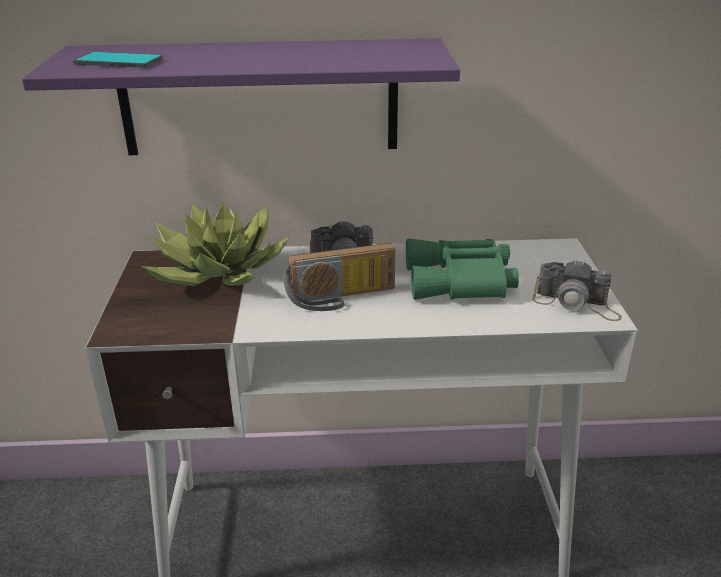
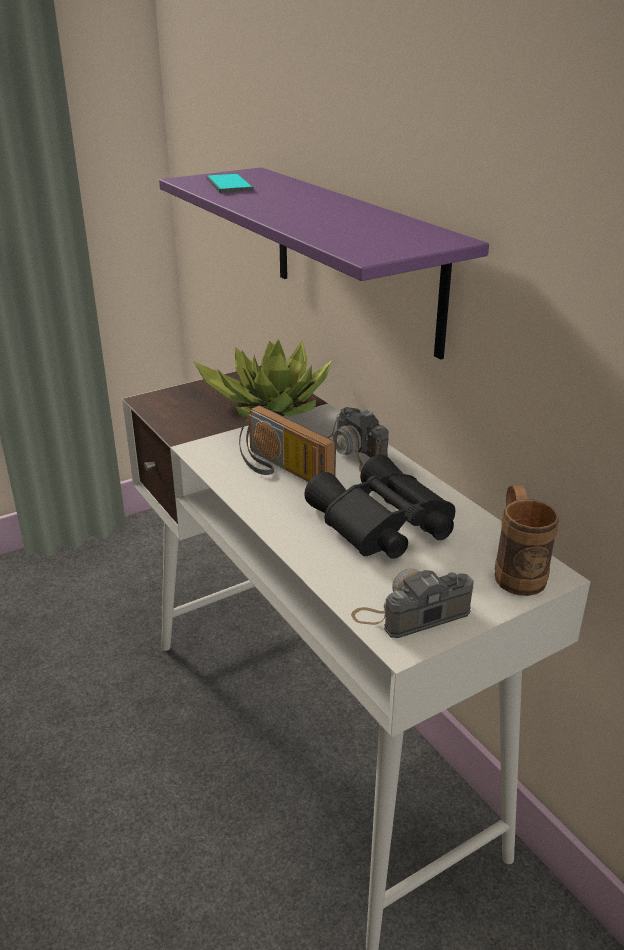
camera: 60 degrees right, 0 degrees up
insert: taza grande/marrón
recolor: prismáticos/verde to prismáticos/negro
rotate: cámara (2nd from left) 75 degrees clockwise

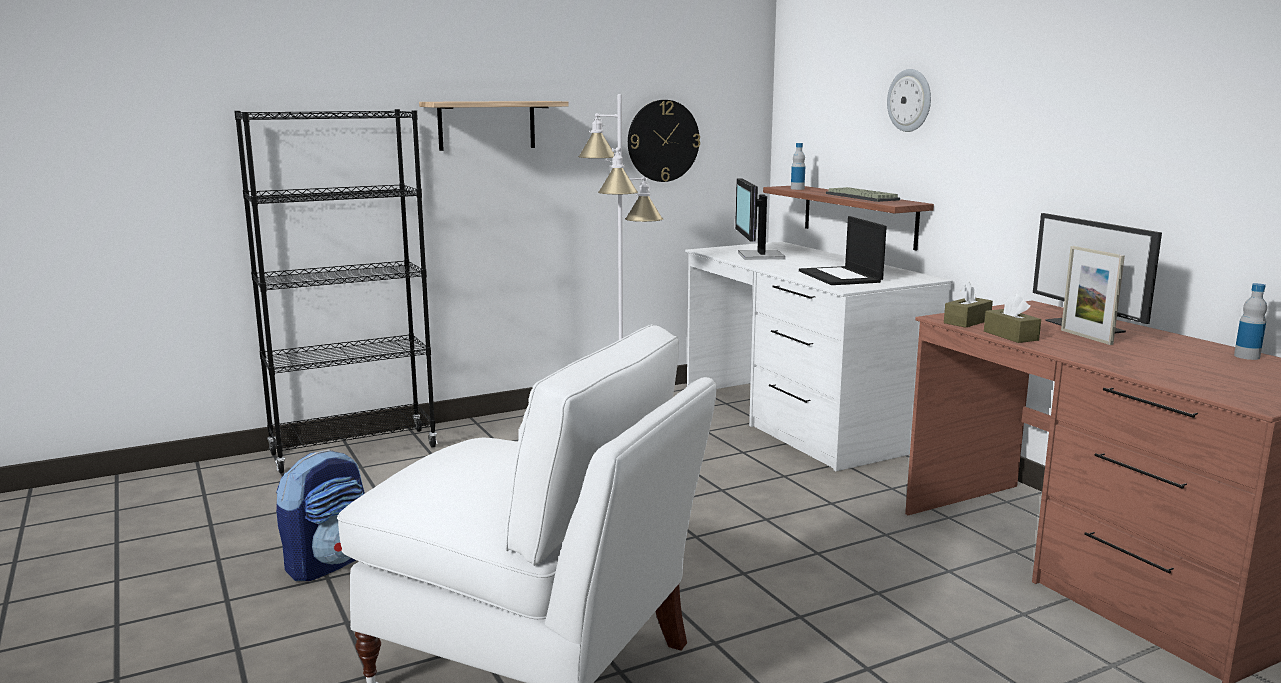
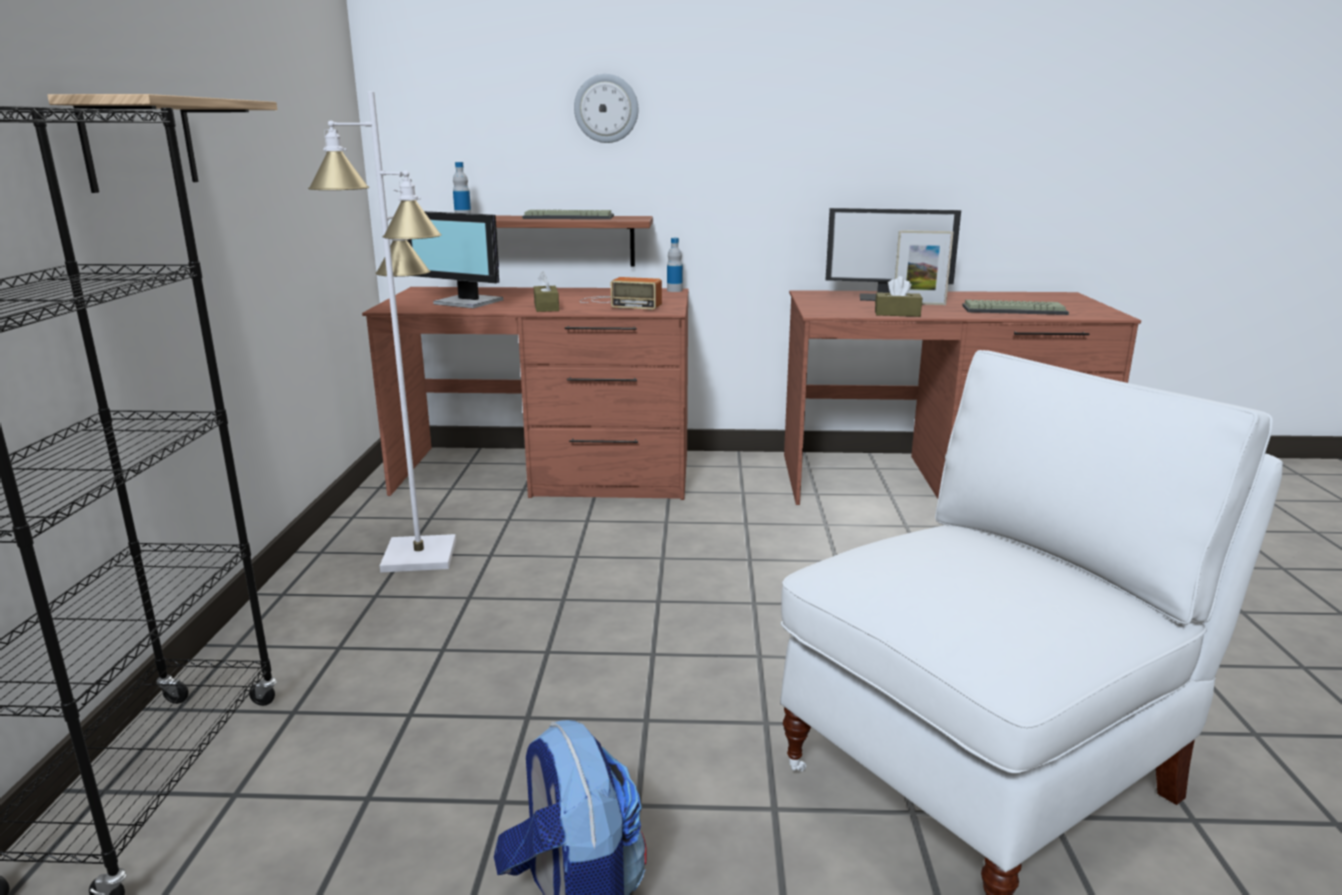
camera: 60 degrees left, 5 degrees up
delete: reloj de pared (1st from left)
insert: teclado (2nd from left)
move: caja de pañuelos/marrón (1st from left); botella (2nd from left)
replace: portátil to radio
recolor: escritorio/blanco to escritorio/marrón (1st from left)

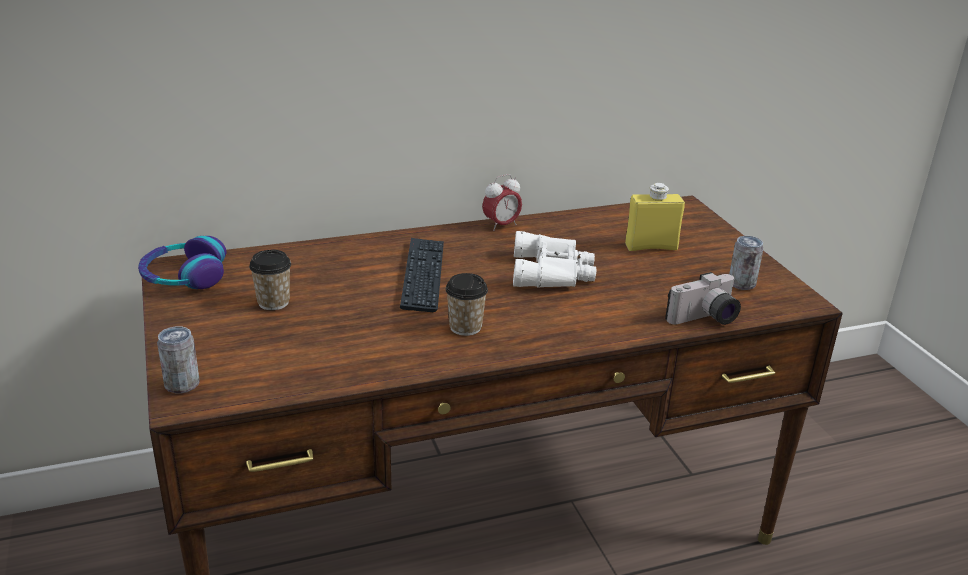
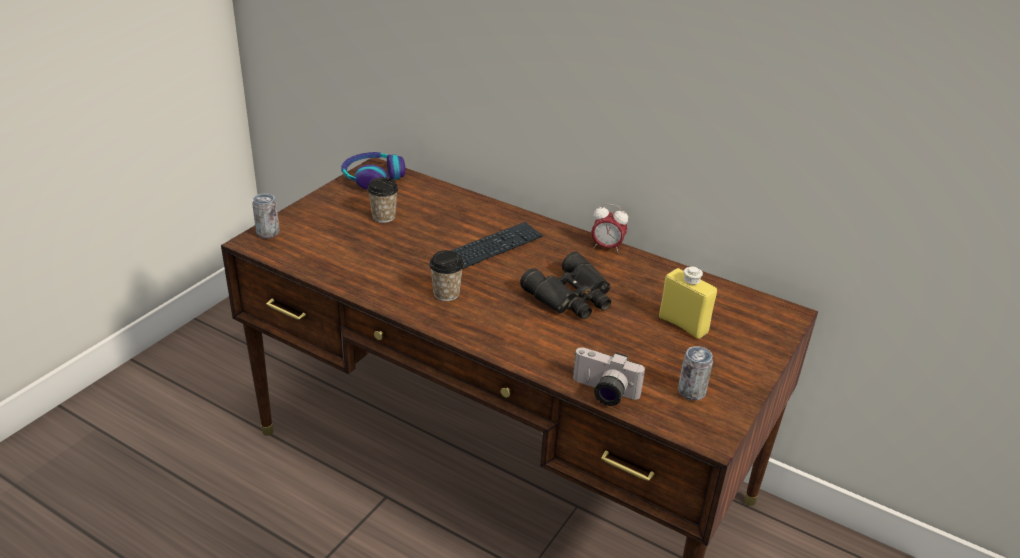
camera: 50 degrees right, 5 degrees up
recolor: prismáticos/blanco to prismáticos/negro

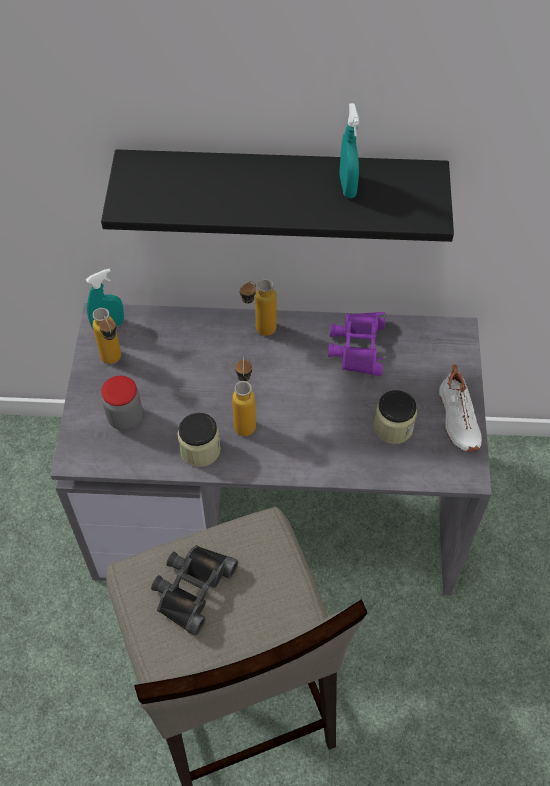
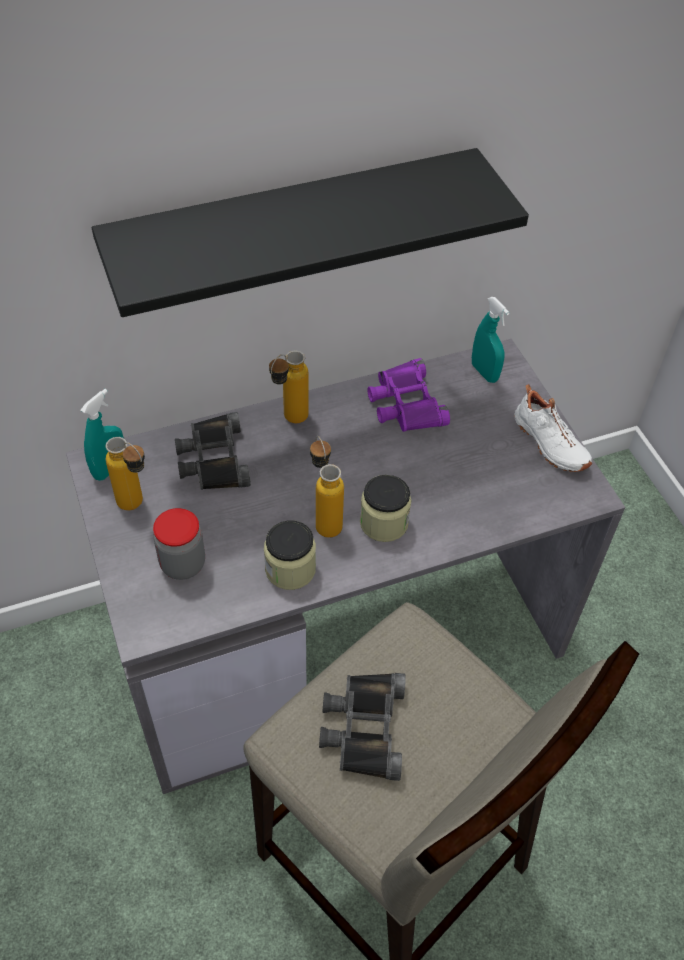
camera: 25 degrees left, 5 degrees down
insert: prismáticos/negro (1st from left)
move: pulverizador/turquesa (2nd from left); tarro (3rd from left)

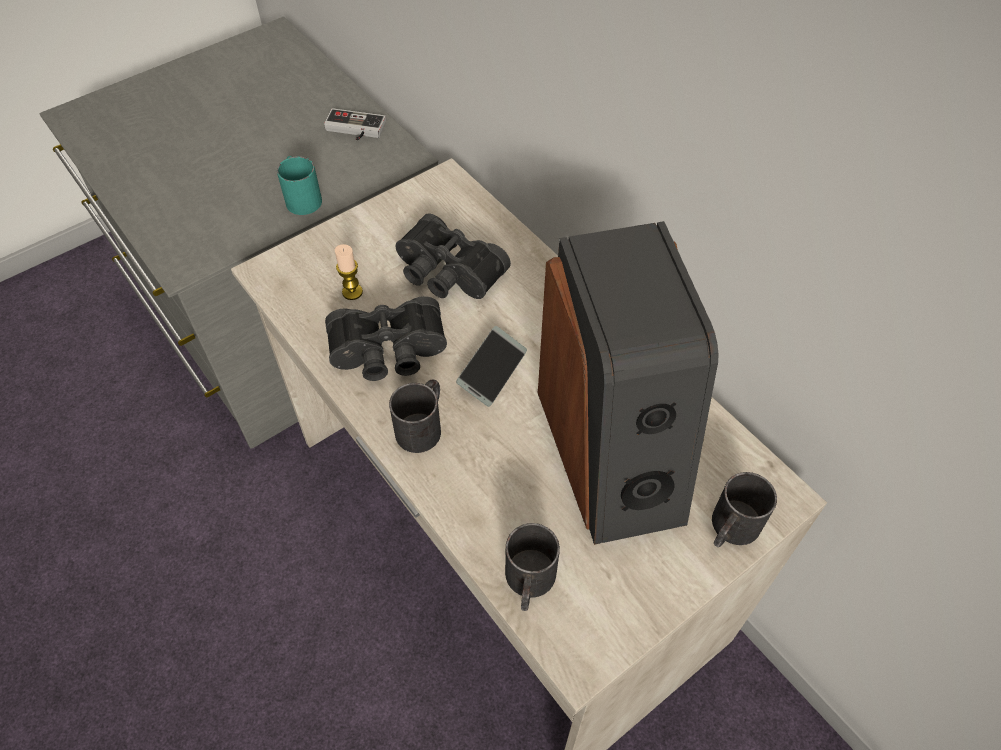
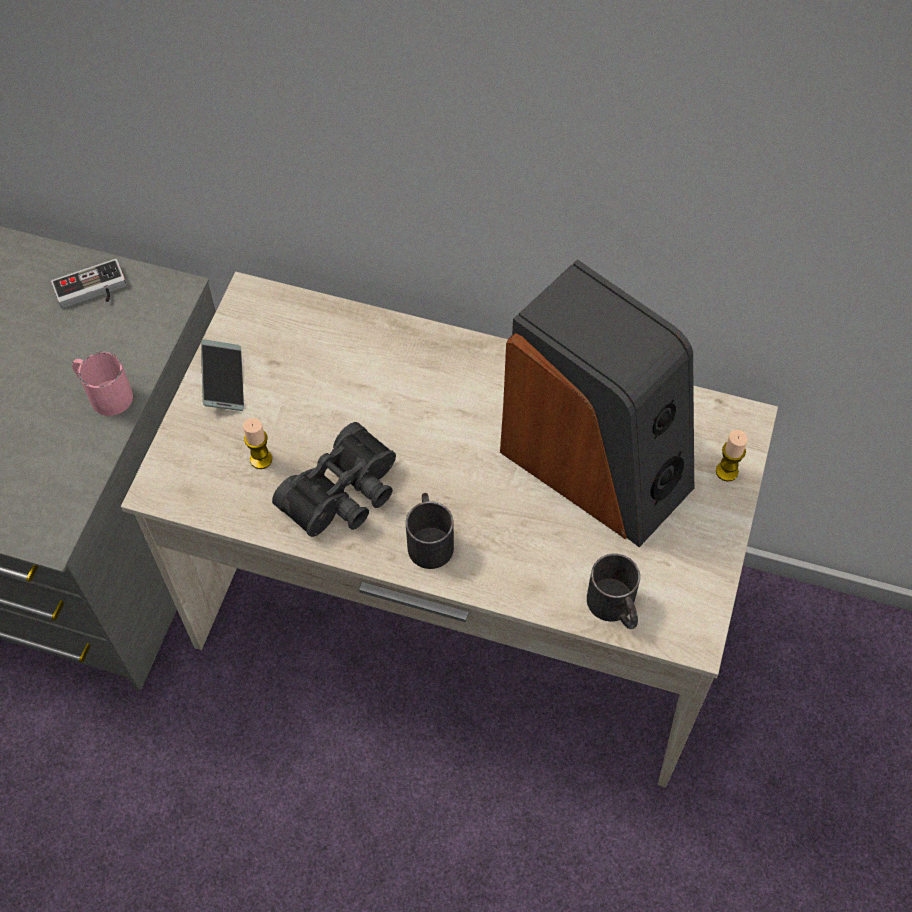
camera: 35 degrees left, 5 degrees up
delete: prismáticos/negro (2nd from left)
move: móvil
replace: taza grande/negro (3rd from left) to vela (2nd from left)
recolor: taza grande/turquesa to taza grande/rosa

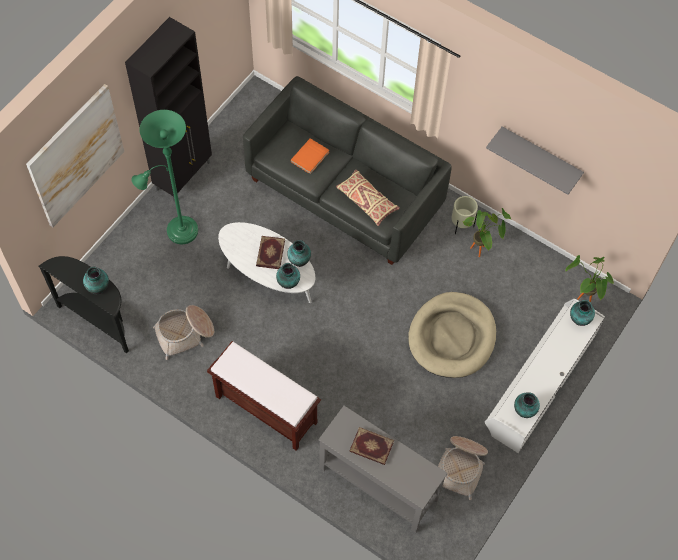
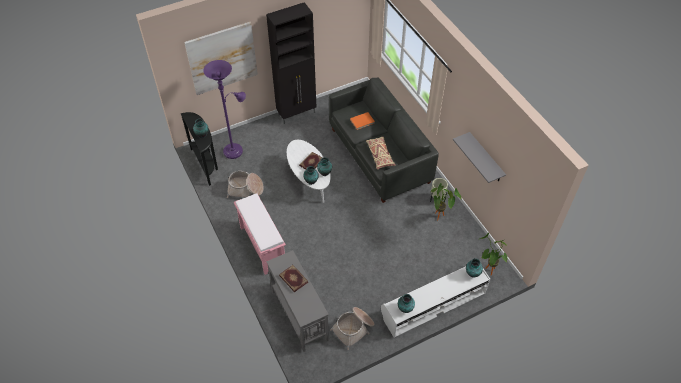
camera: 30 degrees right, 10 degrees down
delete: lámpara de pie/verde; cama para perro/beis
insert: lámpara de pie/morado
recolor: banco/marrón to banco/rosa

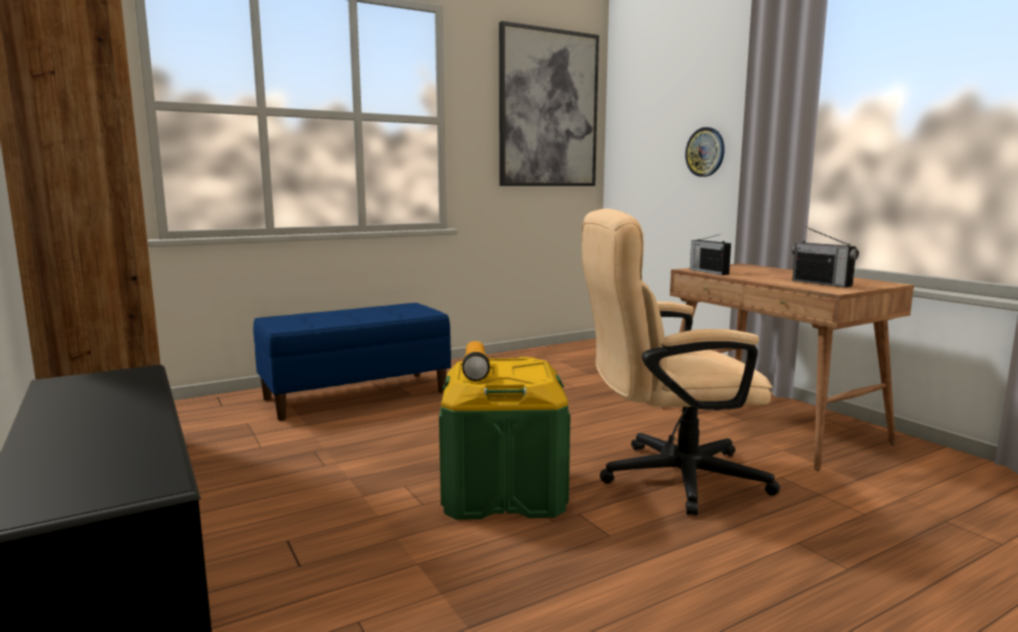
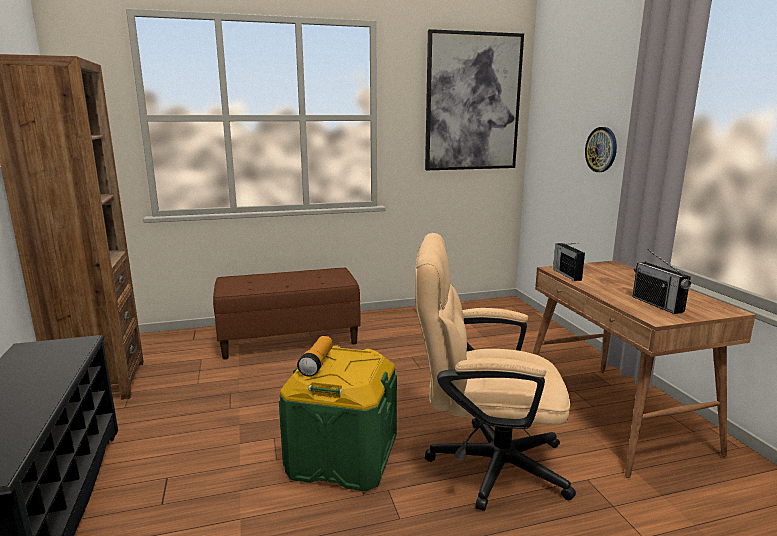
camera: 15 degrees right, 5 degrees up
recolor: banco/azul to banco/marrón

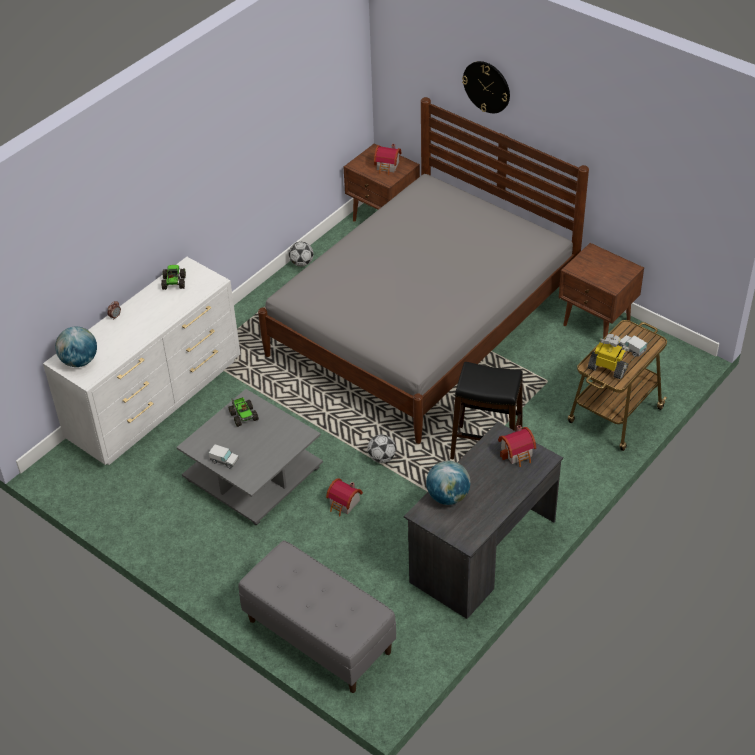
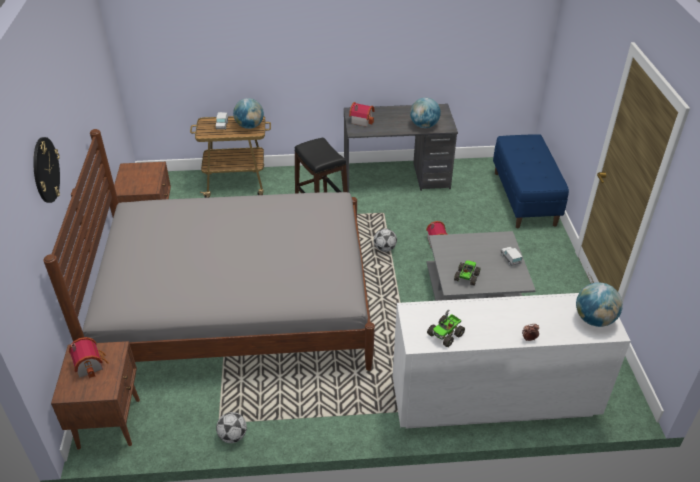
camera: 135 degrees left, 5 degrees down
replace: robot de juguete to globo terráqueo (1st from left)
recolor: banco/gris to banco/azul

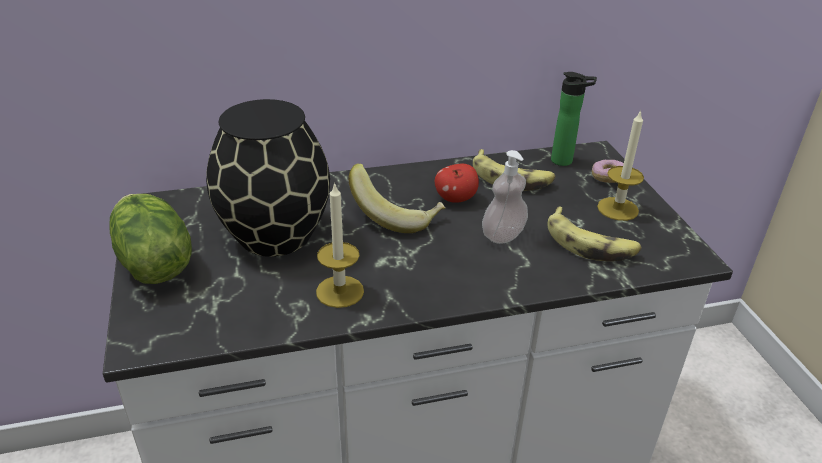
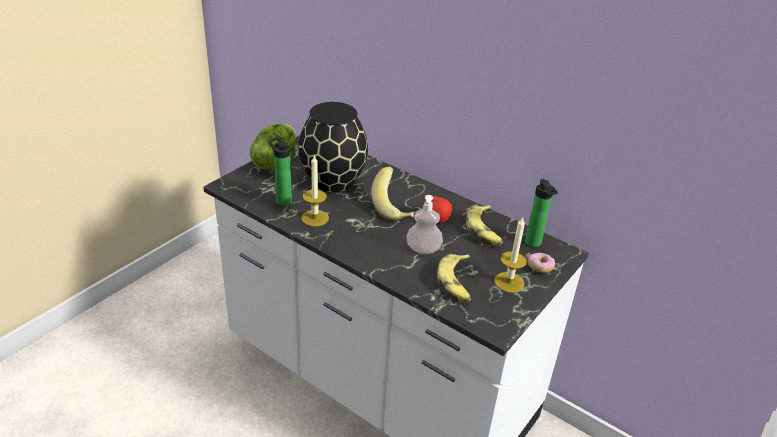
camera: 50 degrees right, 0 degrees up
insert: botella (1st from left)

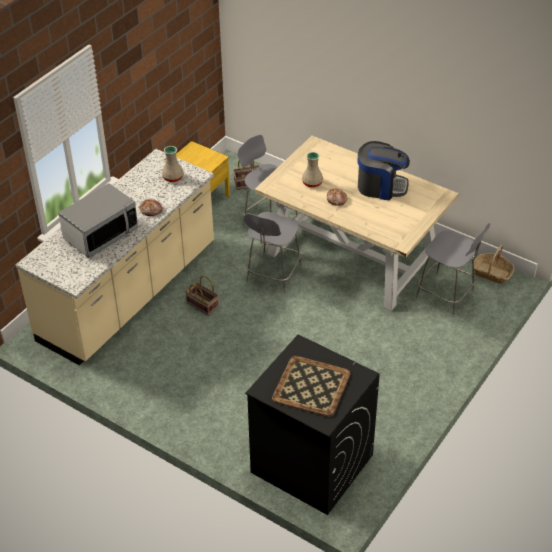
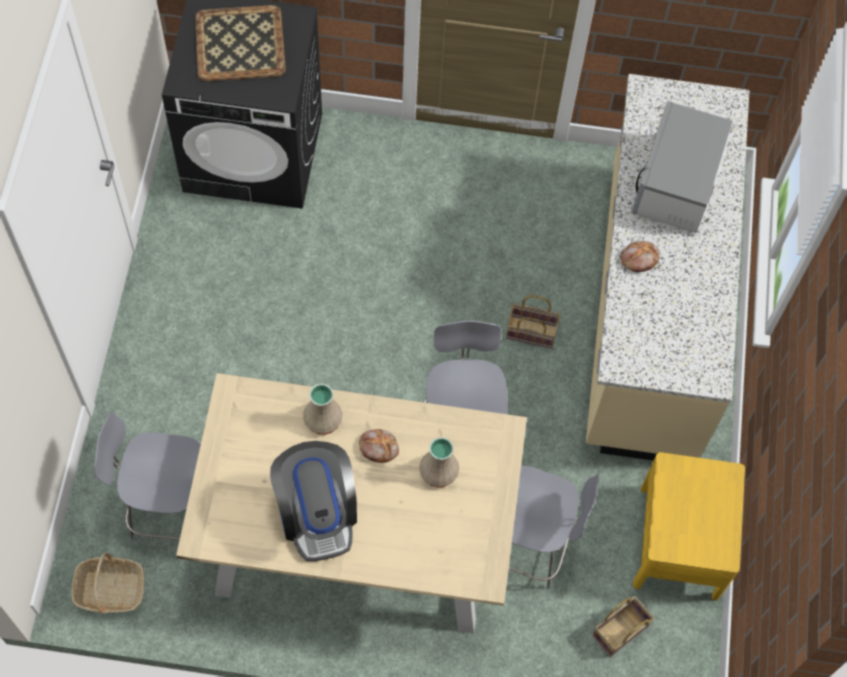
camera: 150 degrees right, 20 degrees up
move: florero/beis (1st from left)
rotate: cafetera 90 degrees counterclockwise

